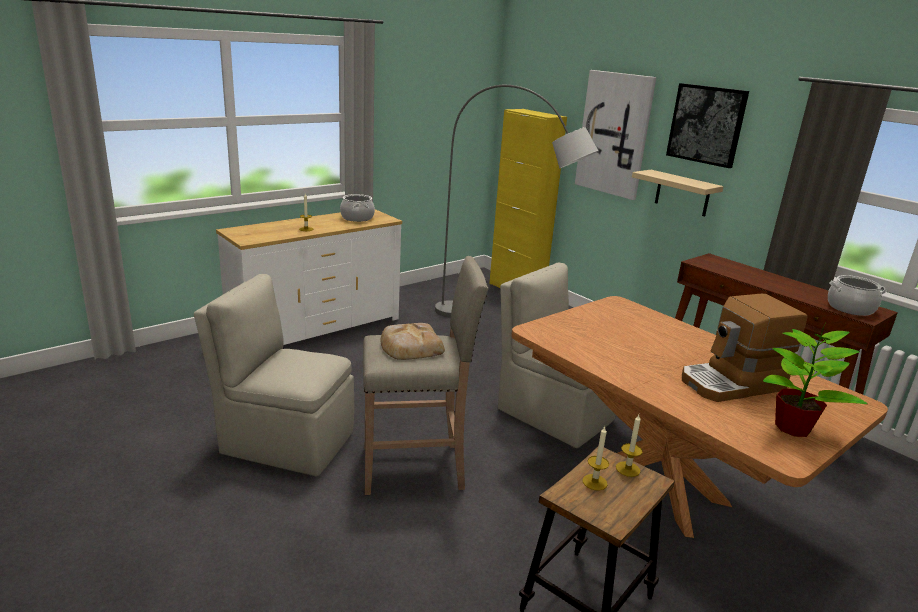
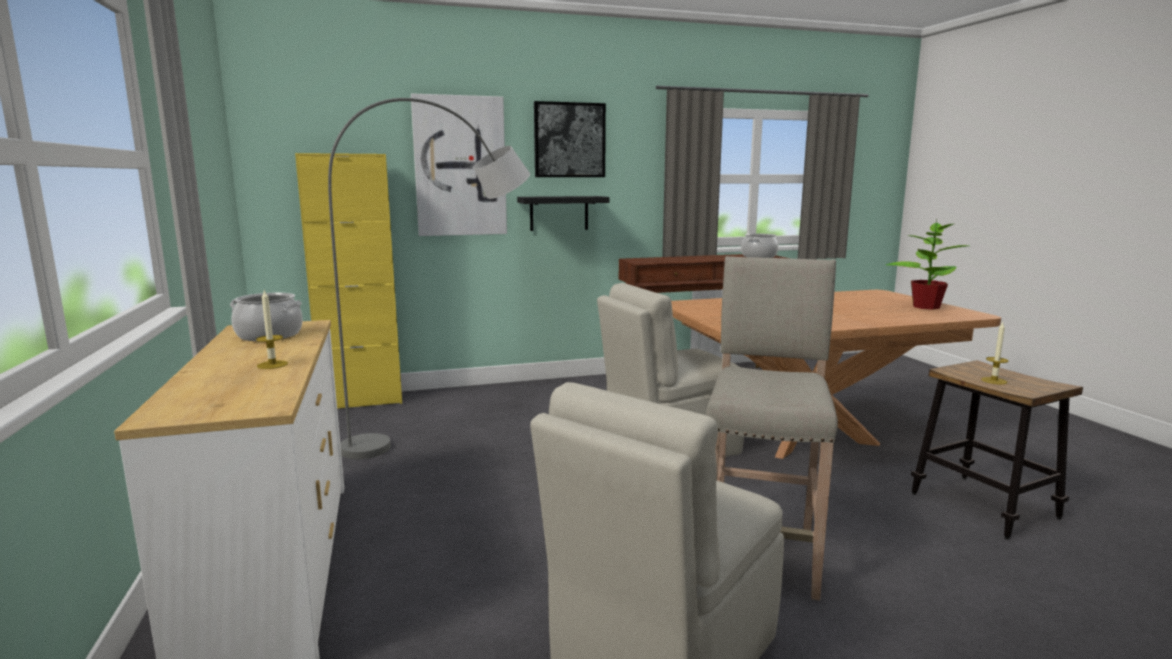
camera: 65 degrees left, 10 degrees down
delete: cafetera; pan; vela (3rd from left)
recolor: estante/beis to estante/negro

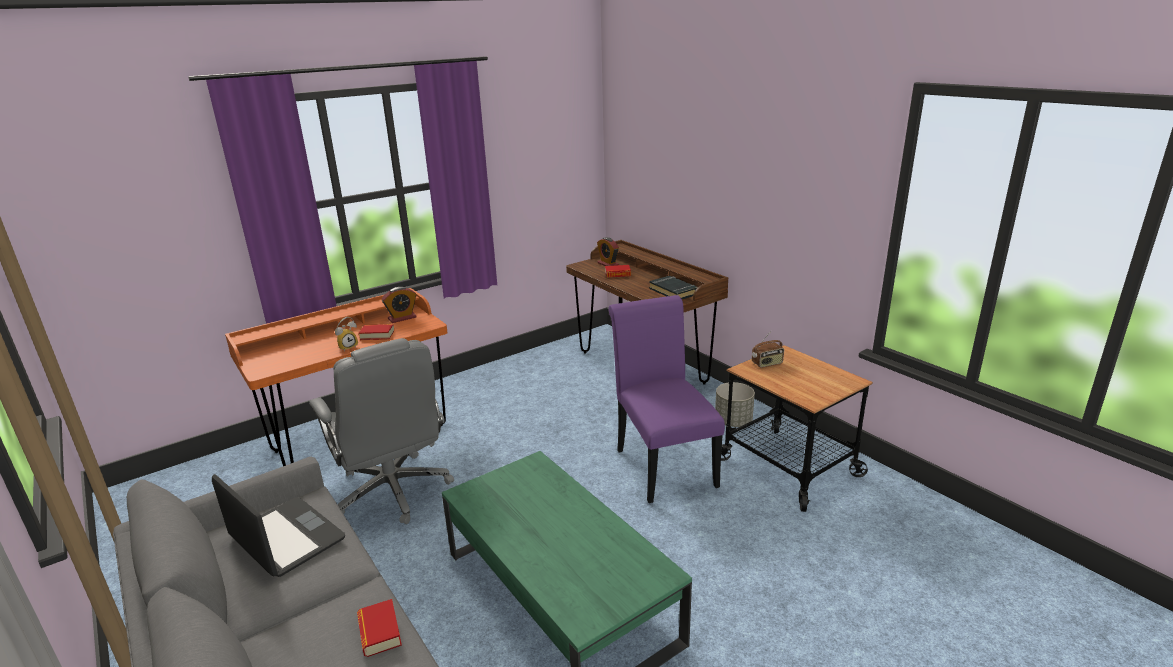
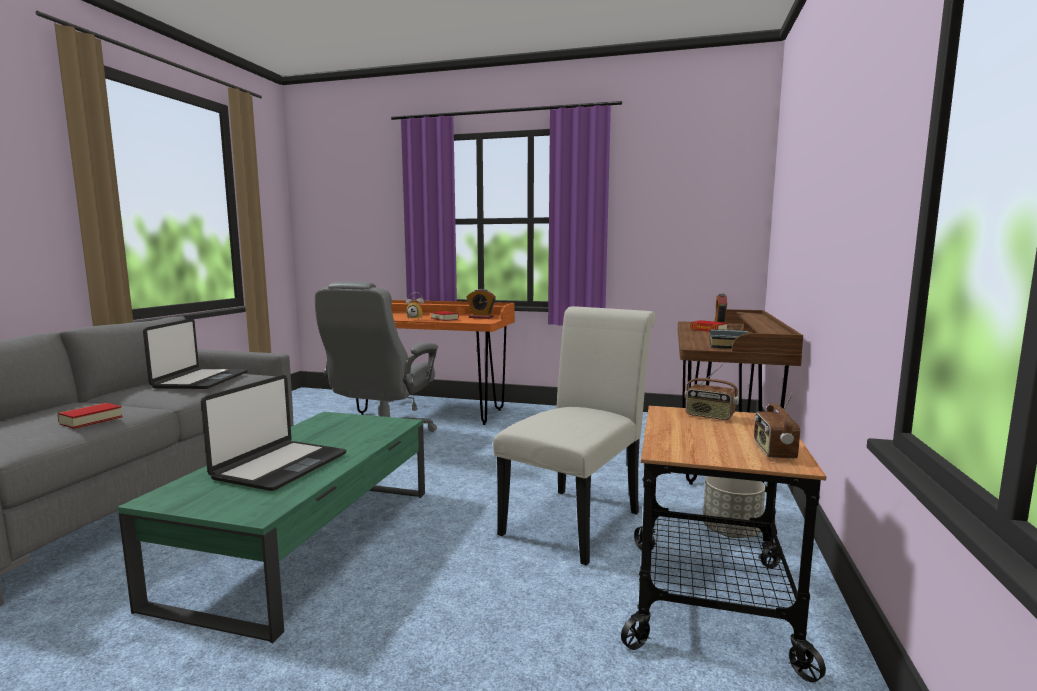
camera: 50 degrees right, 15 degrees down
insert: portátil (2nd from left); radio (2nd from left)
recolor: silla/morado to silla/blanco

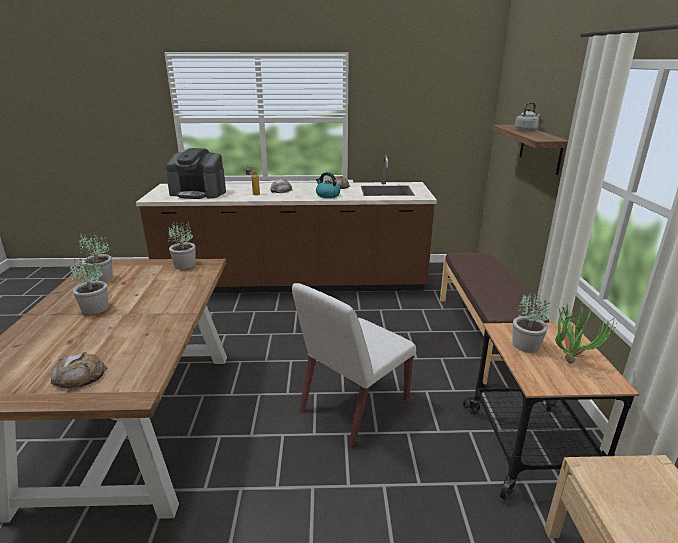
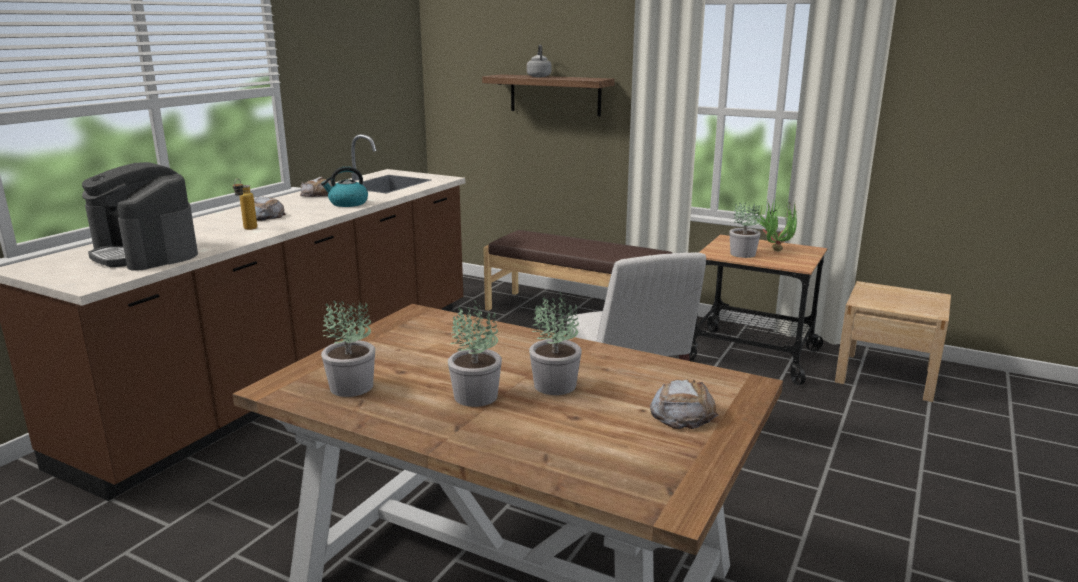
camera: 60 degrees left, 5 degrees down
move: planta en maceta (3rd from left)
rotate: cafetera 90 degrees clockwise

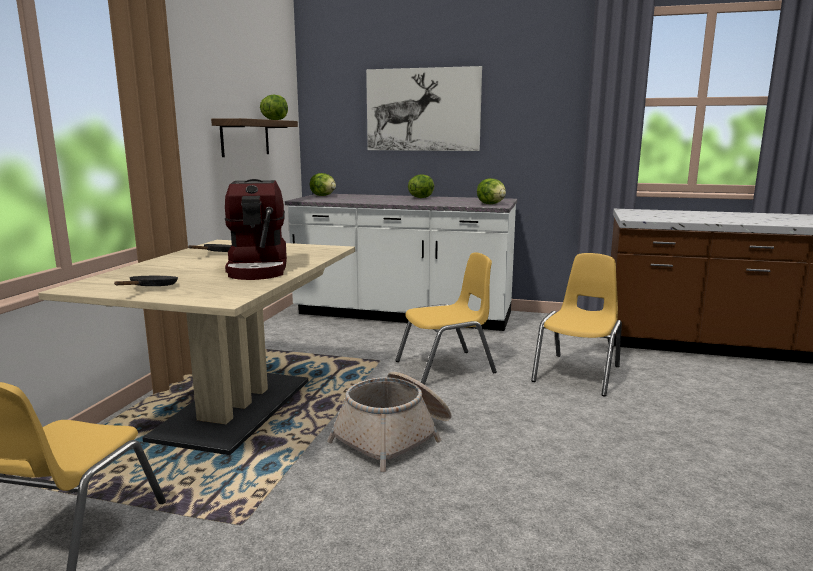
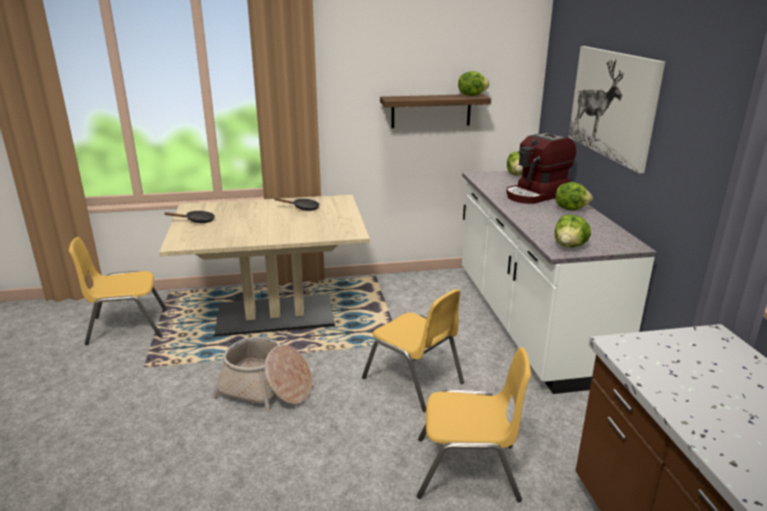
camera: 65 degrees right, 10 degrees up
move: cafetera

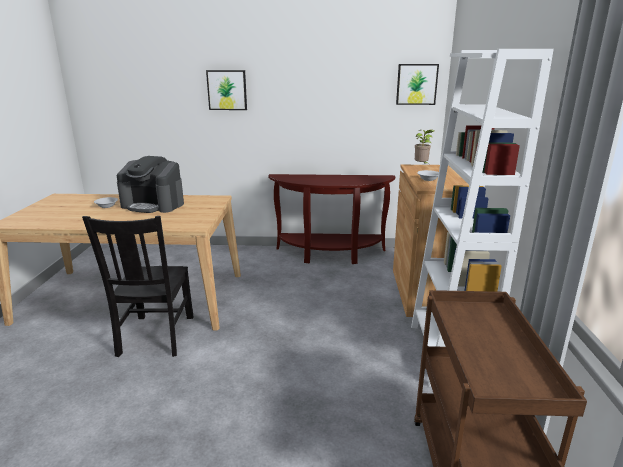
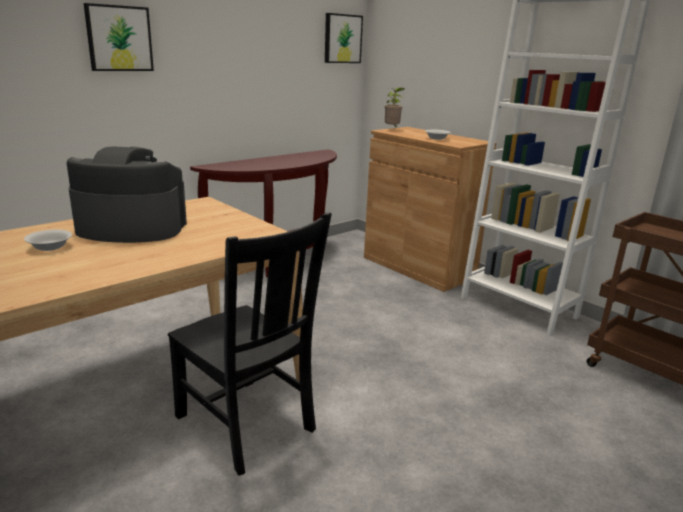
camera: 45 degrees left, 0 degrees up
rotate: cafetera 150 degrees counterclockwise

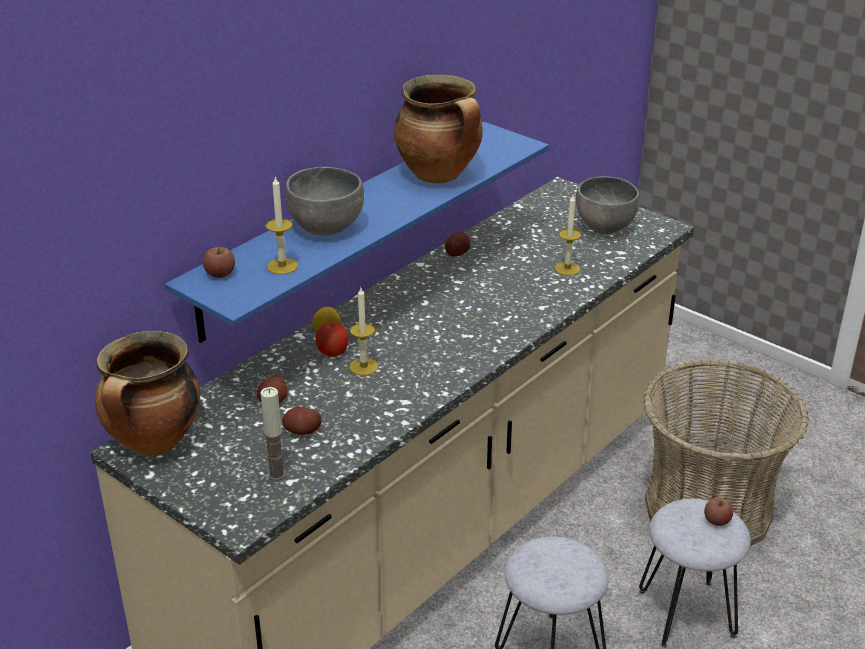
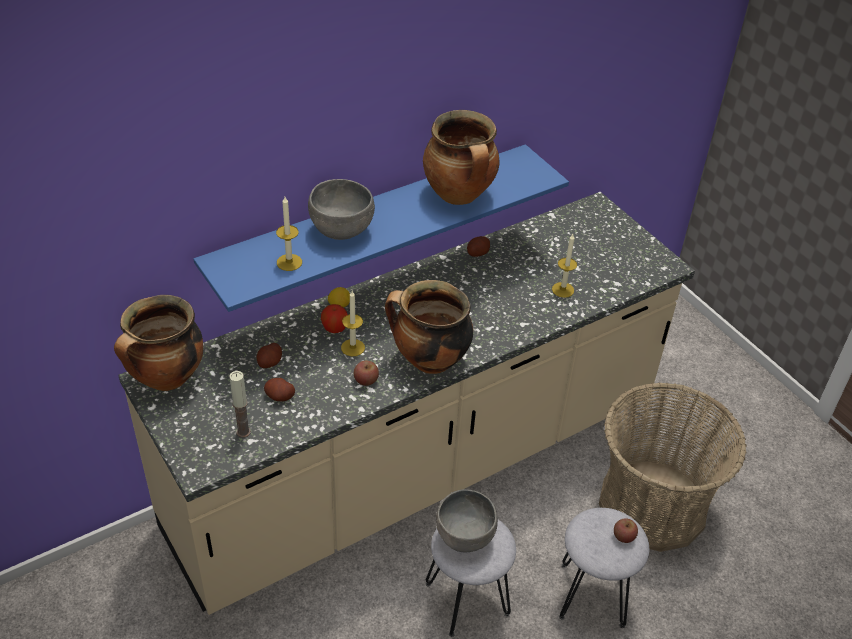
camera: 15 degrees right, 10 degrees up
insert: olla (2nd from left)
move: cuenco/gris (2nd from left); manzana (1st from left in the first image) to manzana (2nd from left)

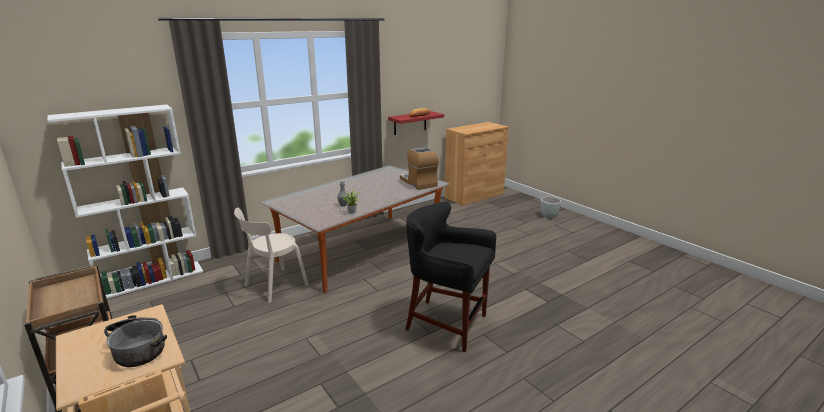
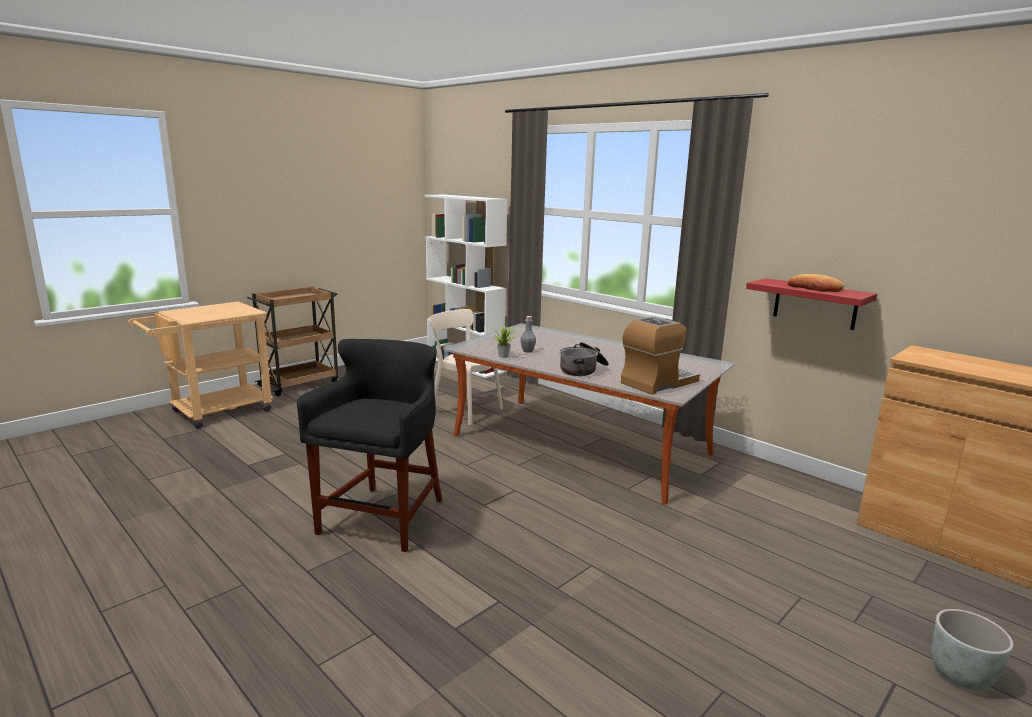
camera: 80 degrees right, 5 degrees down
move: olla

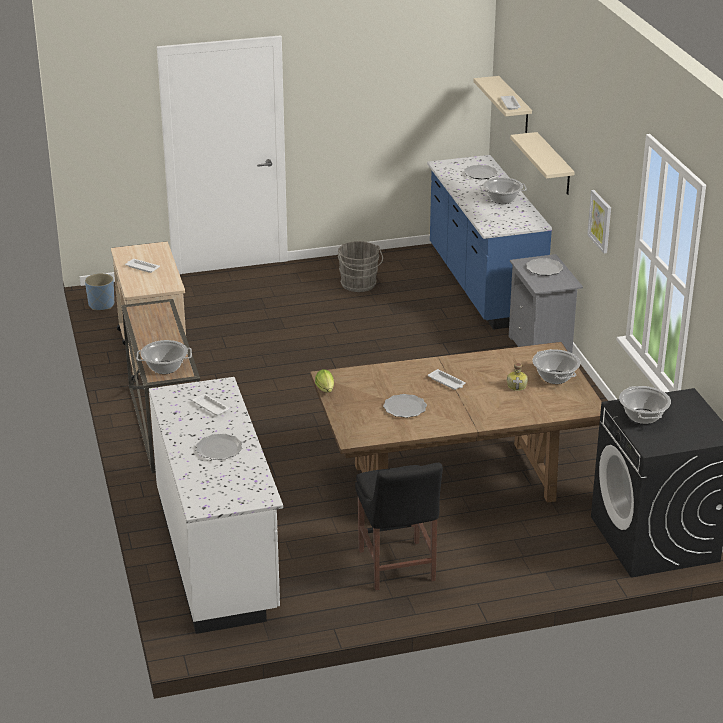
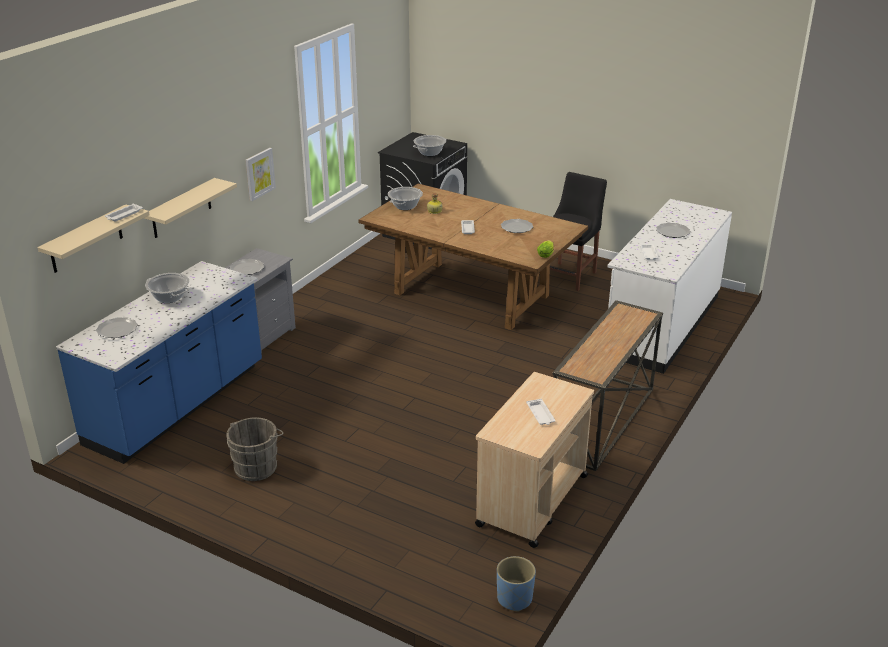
camera: 135 degrees left, 0 degrees up
delete: olla (1st from left)

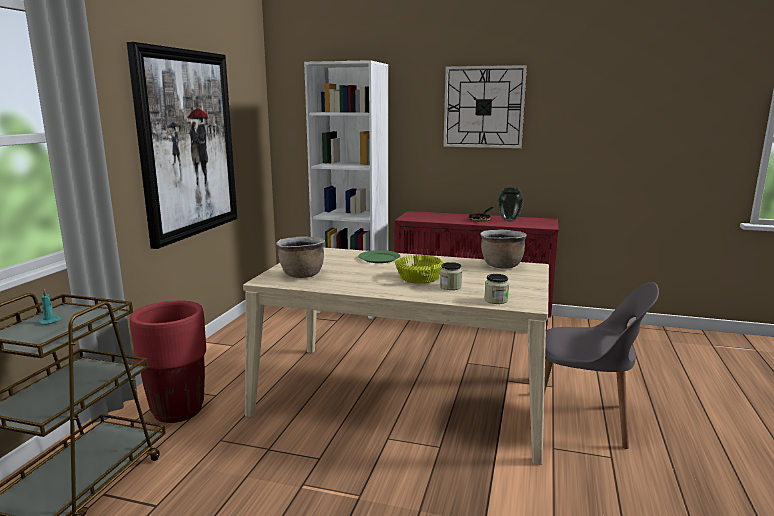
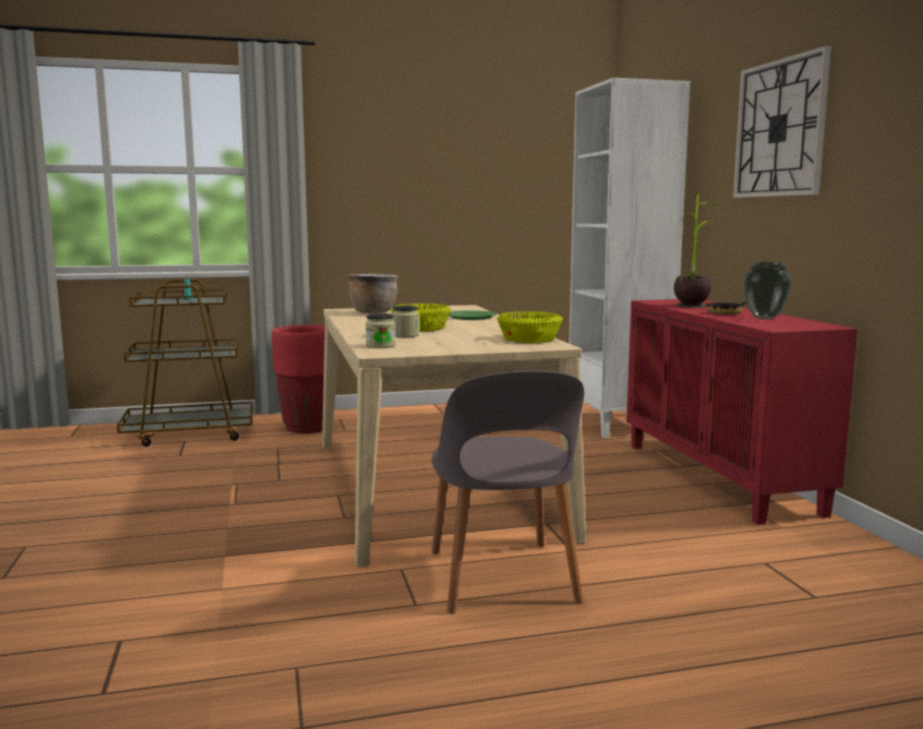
camera: 60 degrees right, 5 degrees down
delete: cuadro
insert: planta en maceta
replace: olla/marrón (2nd from left) to cuenco/amarillo (2nd from left)

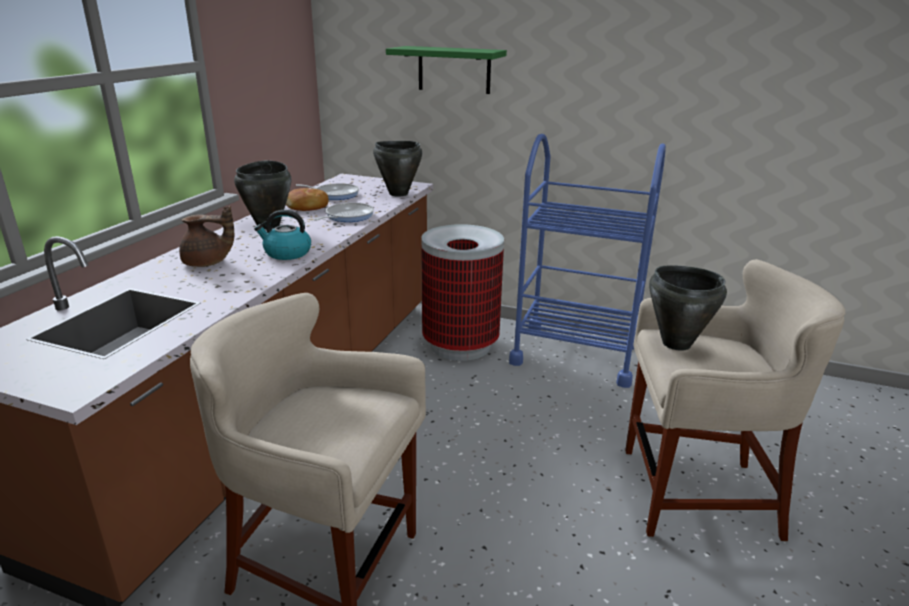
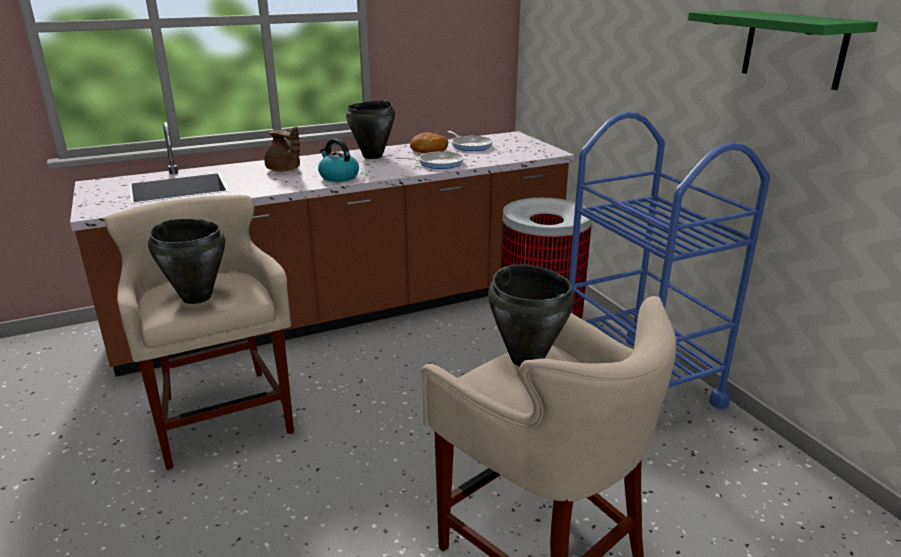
camera: 45 degrees right, 0 degrees up
move: estante/verde; olla/negro (2nd from left in the first image) to olla/negro (1st from left)

